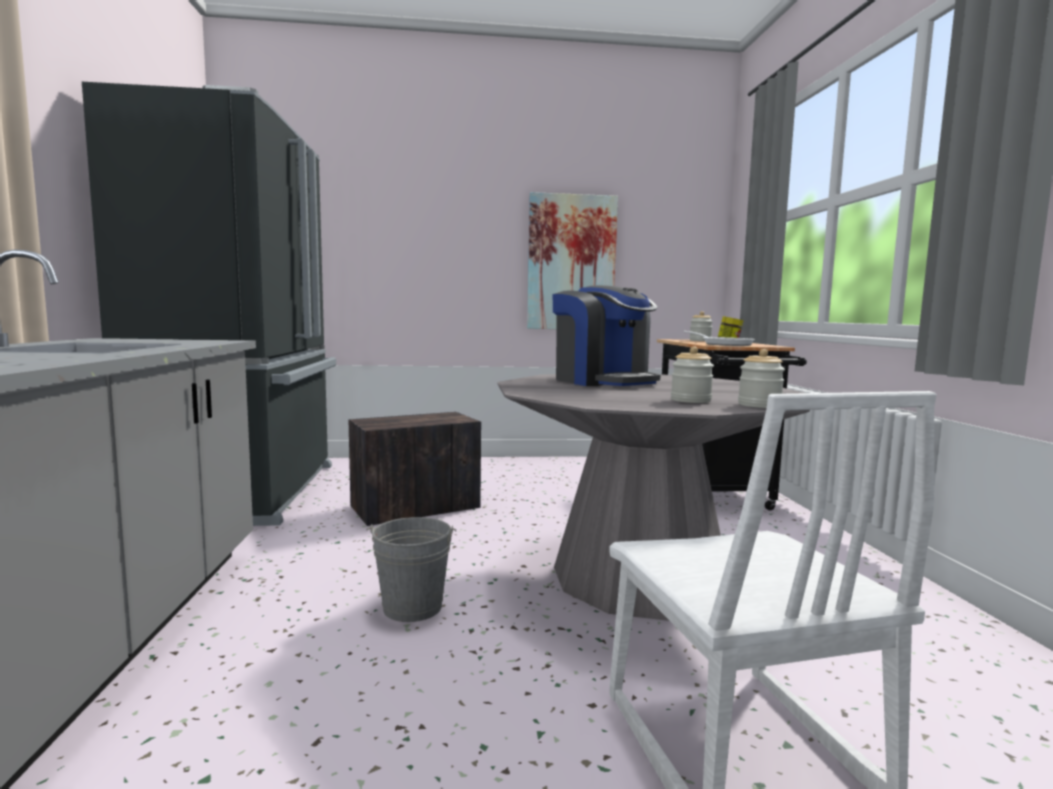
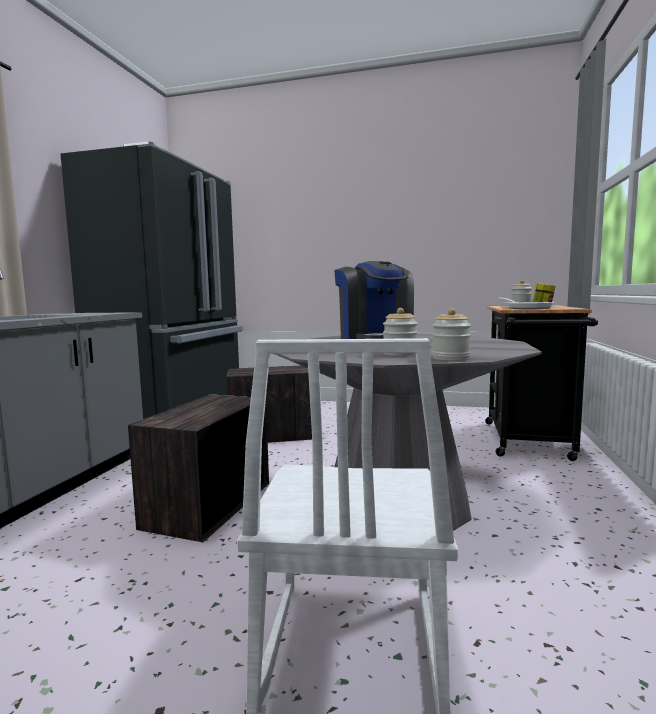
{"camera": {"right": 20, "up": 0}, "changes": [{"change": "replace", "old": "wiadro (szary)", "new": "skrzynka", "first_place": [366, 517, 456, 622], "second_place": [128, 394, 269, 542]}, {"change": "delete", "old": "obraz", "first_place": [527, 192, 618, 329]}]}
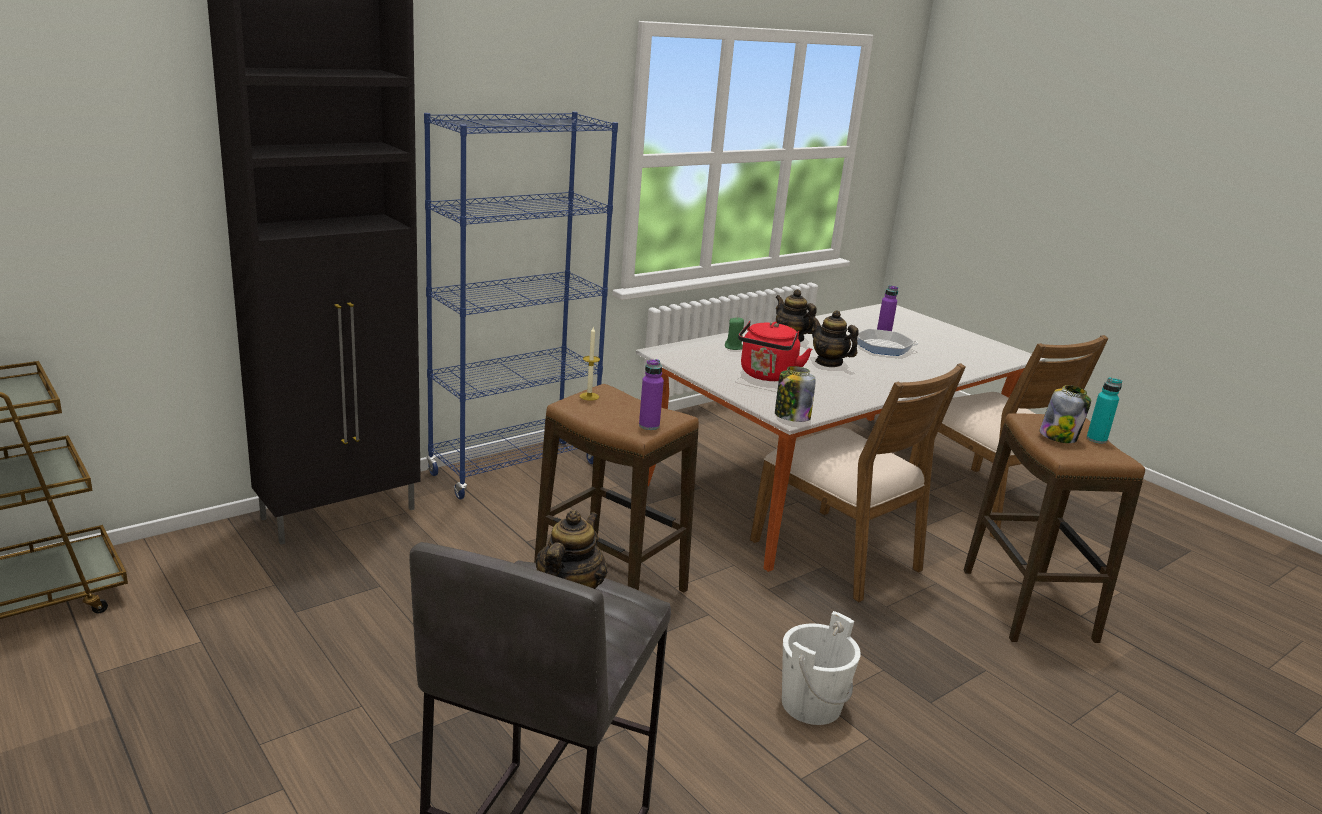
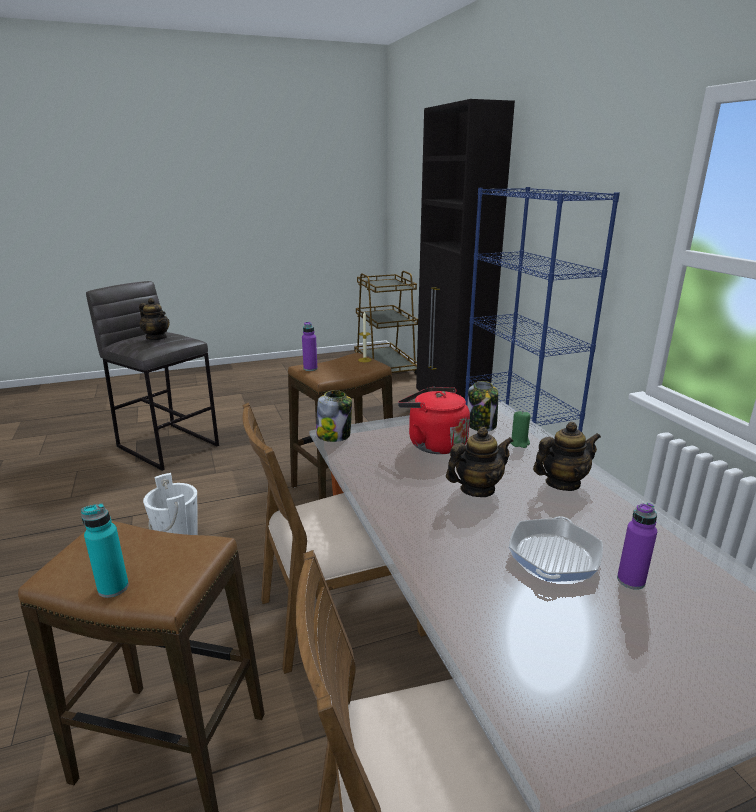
{"camera": {"right": 110, "up": 0}, "changes": [{"change": "move", "old": "słoik", "first_place": [1039, 385, 1091, 443], "second_place": [467, 381, 498, 431]}]}
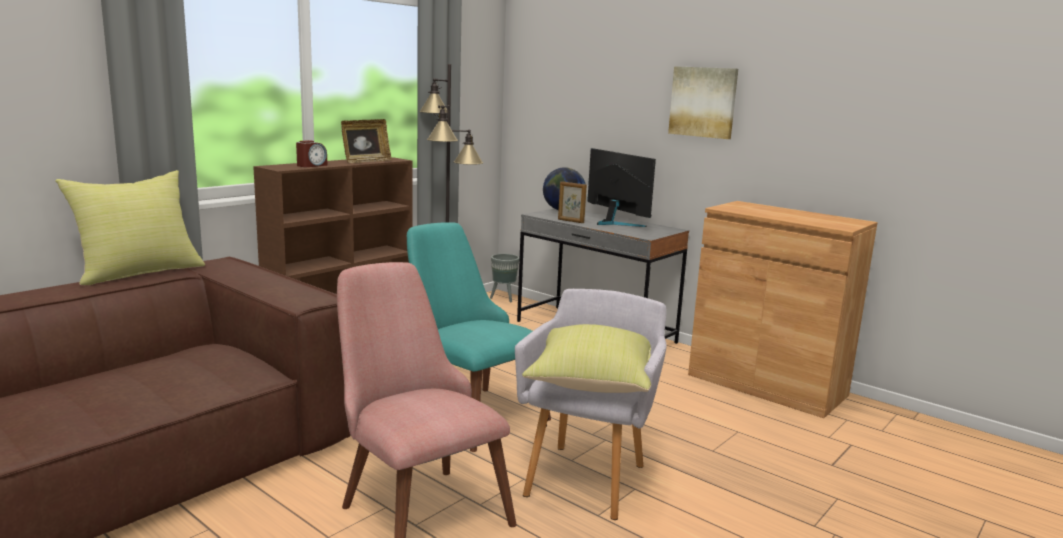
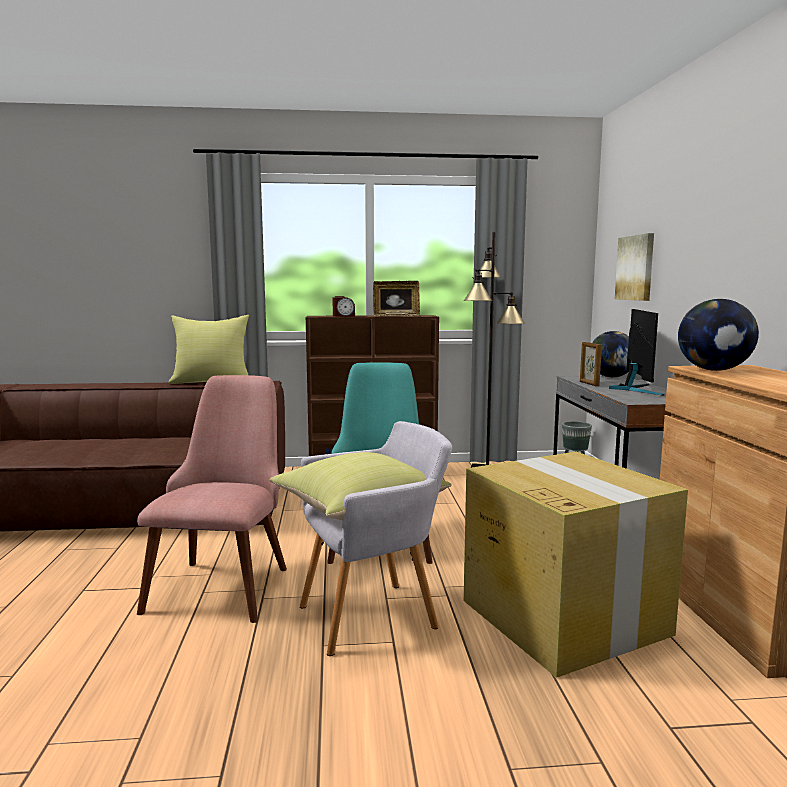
{"camera": {"right": 45, "up": -5}, "changes": [{"change": "insert", "new": "karton", "second_place": [464, 452, 688, 678]}, {"change": "move", "old": "obraz", "first_place": [668, 66, 738, 139], "second_place": [615, 233, 654, 301]}, {"change": "insert", "new": "globus", "second_place": [678, 299, 759, 371]}]}
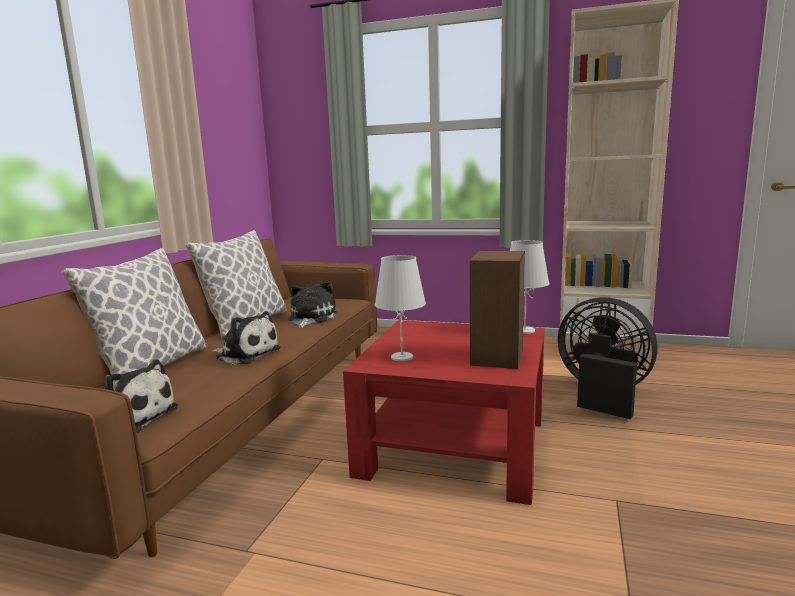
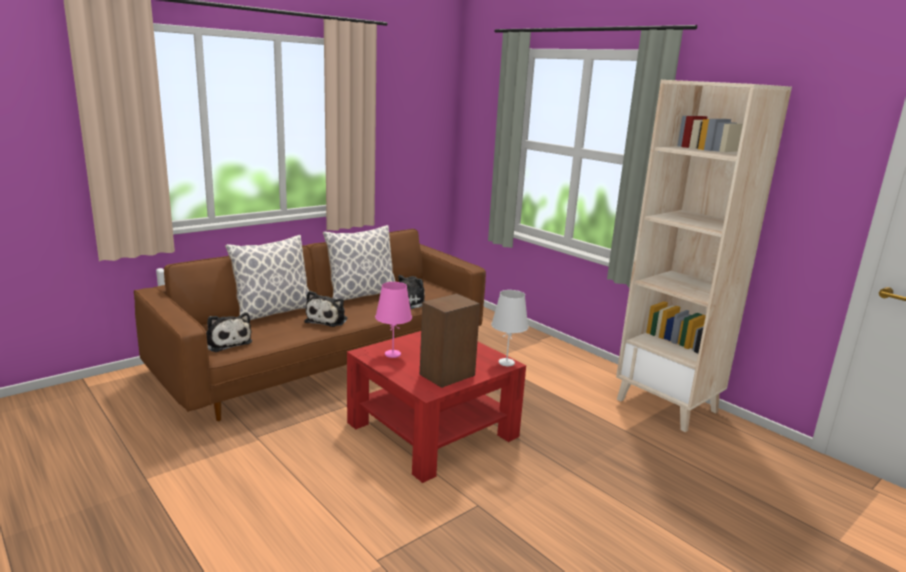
{"camera": {"right": 30, "up": 5}, "changes": [{"change": "rotate", "old": "pluszak", "first_place": [212, 311, 281, 364], "second_place": [305, 291, 347, 327], "degrees": 45}, {"change": "recolor", "old": "lampa stołowa (biały)", "new": "lampa stołowa (różowy)", "first_place": [375, 255, 426, 361], "second_place": [375, 282, 412, 358]}, {"change": "delete", "old": "wentylator (czarny)", "first_place": [558, 297, 658, 419]}]}
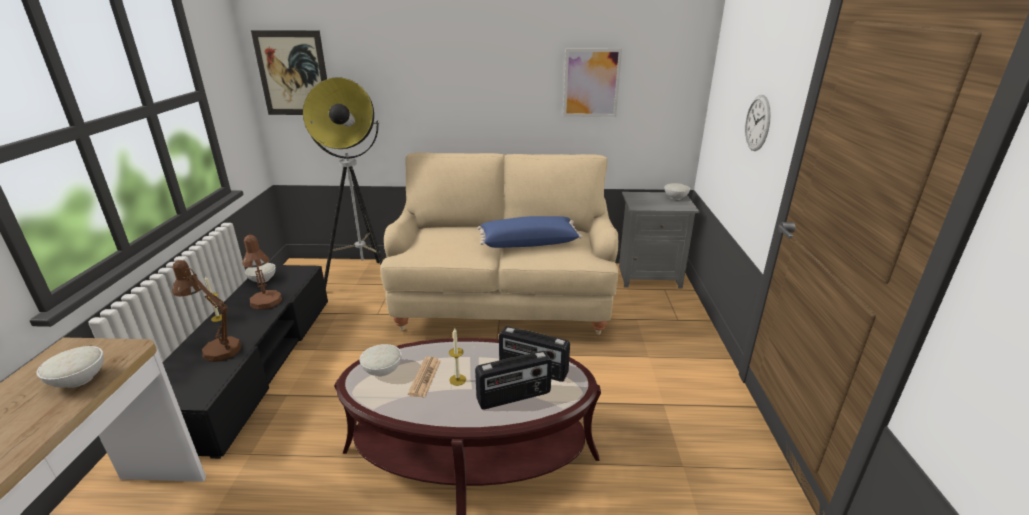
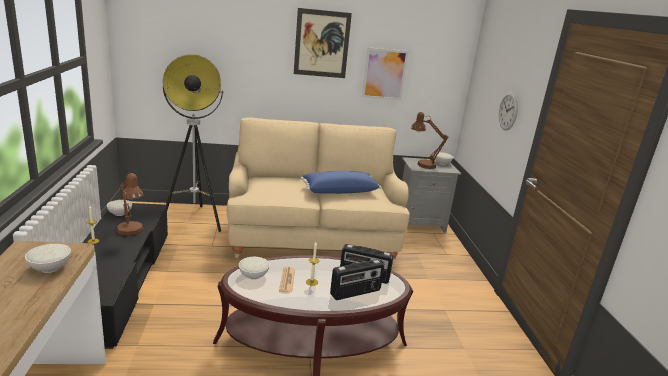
{"camera": {"right": -10, "up": -5}, "changes": [{"change": "move", "old": "obraz", "first_place": [251, 30, 327, 115], "second_place": [294, 8, 352, 78]}, {"change": "move", "old": "lampa stołowa (brązowy)", "first_place": [172, 260, 241, 362], "second_place": [411, 112, 448, 169]}]}
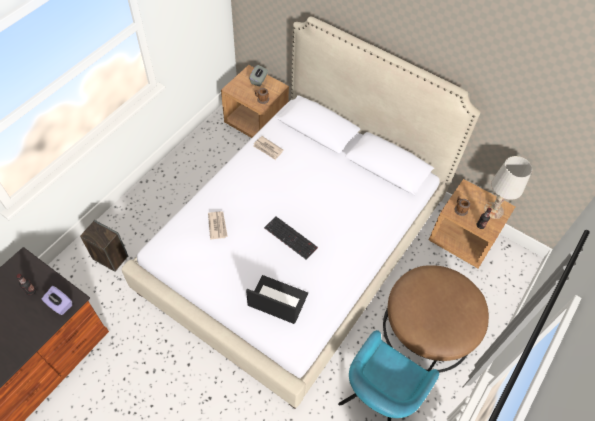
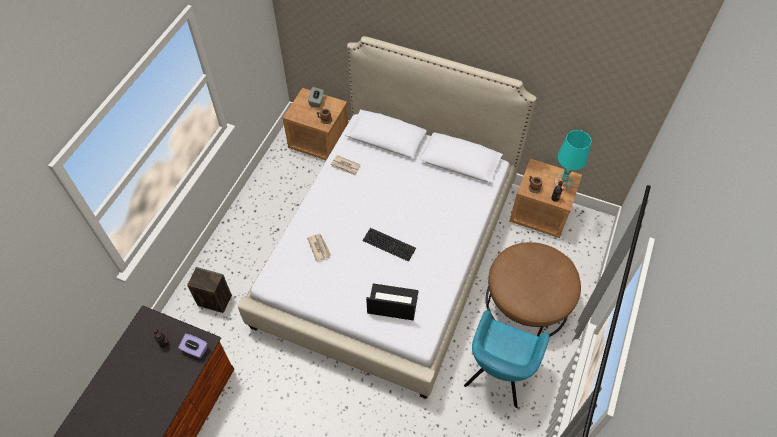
{"camera": {"right": -10, "up": 0}, "changes": [{"change": "recolor", "old": "lampa stołowa (biały)", "new": "lampa stołowa (turkusowy)", "first_place": [484, 156, 532, 219], "second_place": [555, 130, 591, 190]}]}
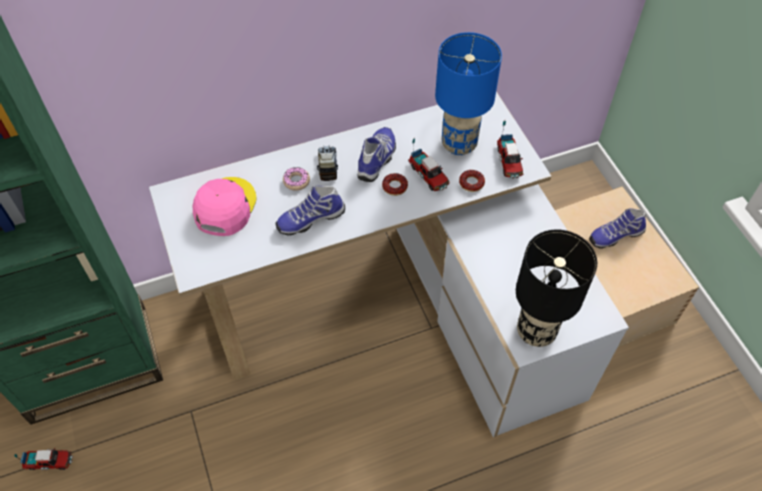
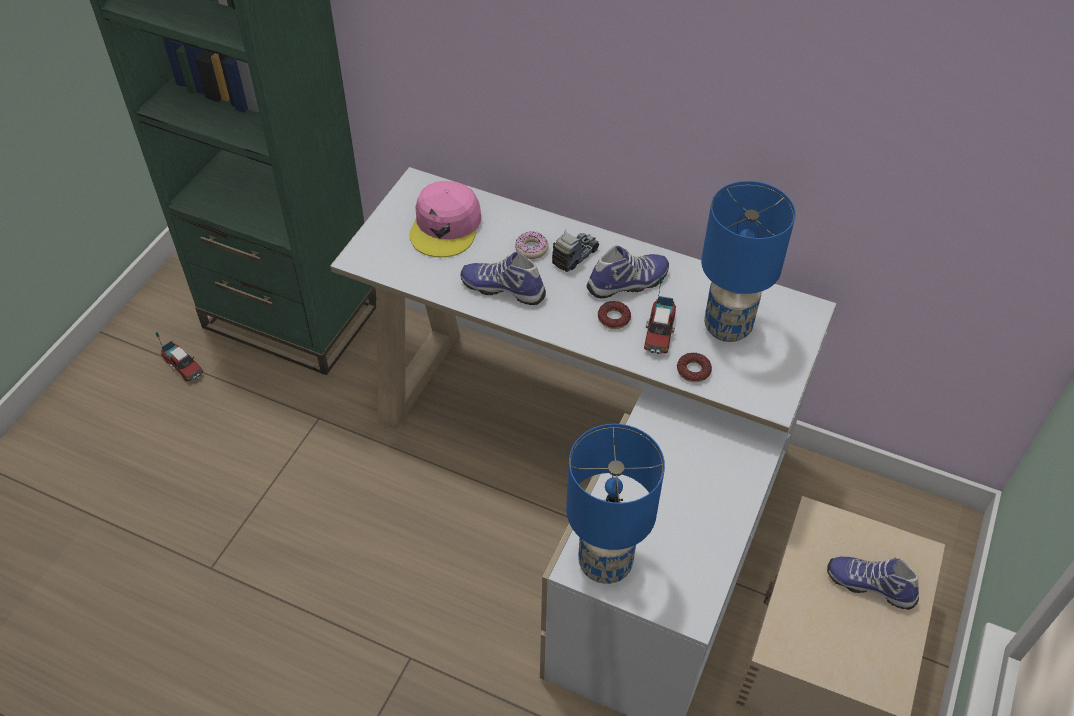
{"camera": {"right": 45, "up": -5}, "changes": [{"change": "rotate", "old": "czapka z daszkiem (różowy)", "first_place": [193, 177, 256, 236], "second_place": [410, 181, 481, 257], "degrees": 135}, {"change": "recolor", "old": "lampa stołowa (czarny)", "new": "lampa stołowa (niebieski)", "first_place": [516, 229, 597, 347], "second_place": [566, 424, 665, 584]}, {"change": "delete", "old": "ciężarówka zabawkowa", "first_place": [497, 121, 523, 178]}]}
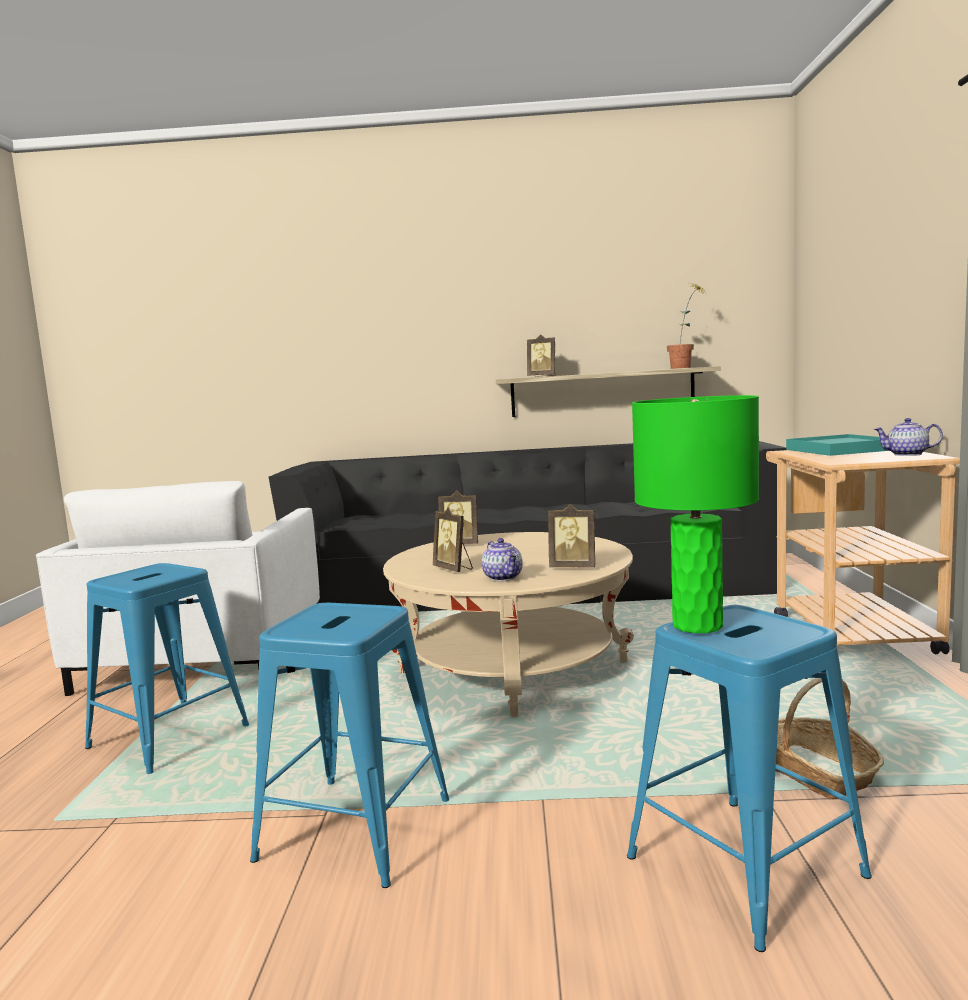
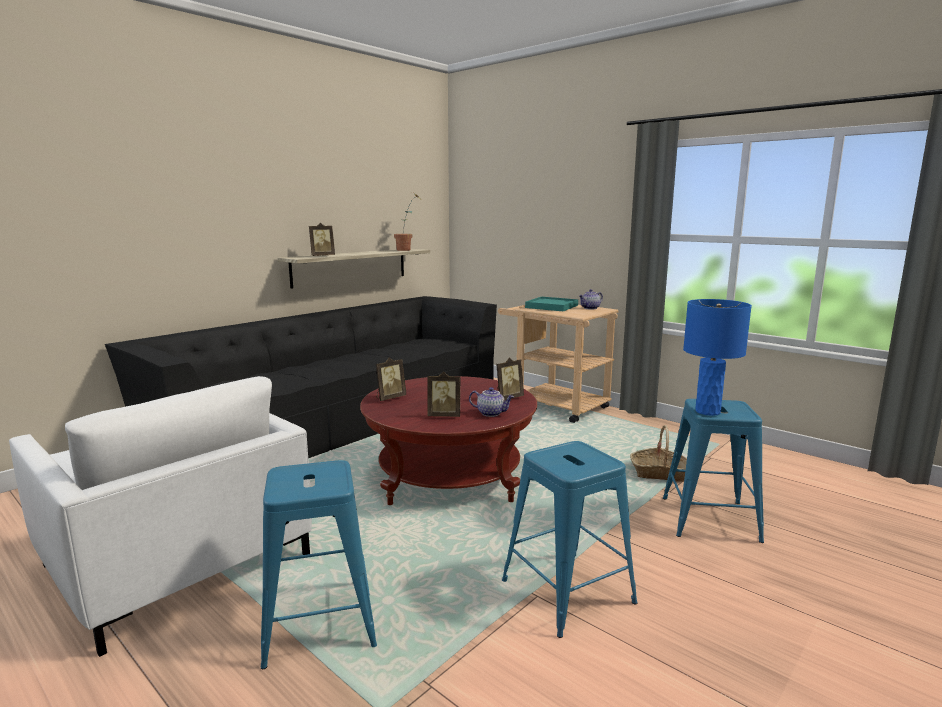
{"camera": {"right": -50, "up": 5}, "changes": [{"change": "recolor", "old": "ława (beżowy)", "new": "ława (czerwony)", "first_place": [383, 532, 634, 717], "second_place": [360, 376, 537, 505]}, {"change": "recolor", "old": "lampa stołowa (zielony)", "new": "lampa stołowa (niebieski)", "first_place": [632, 395, 759, 633], "second_place": [683, 299, 752, 416]}]}
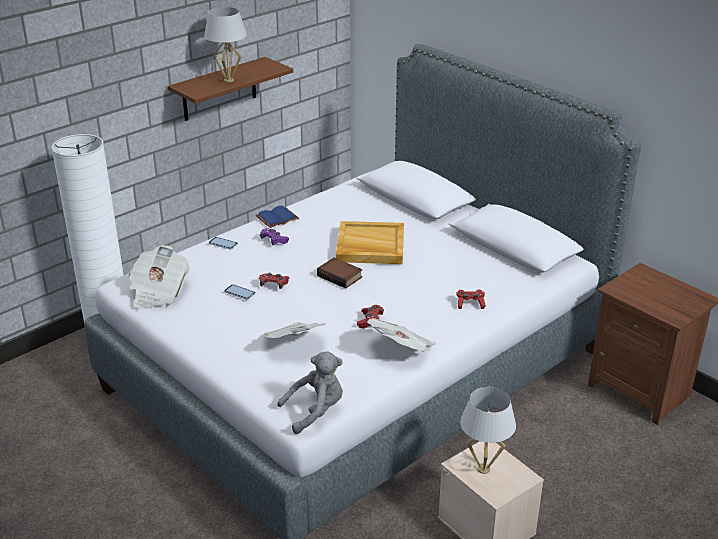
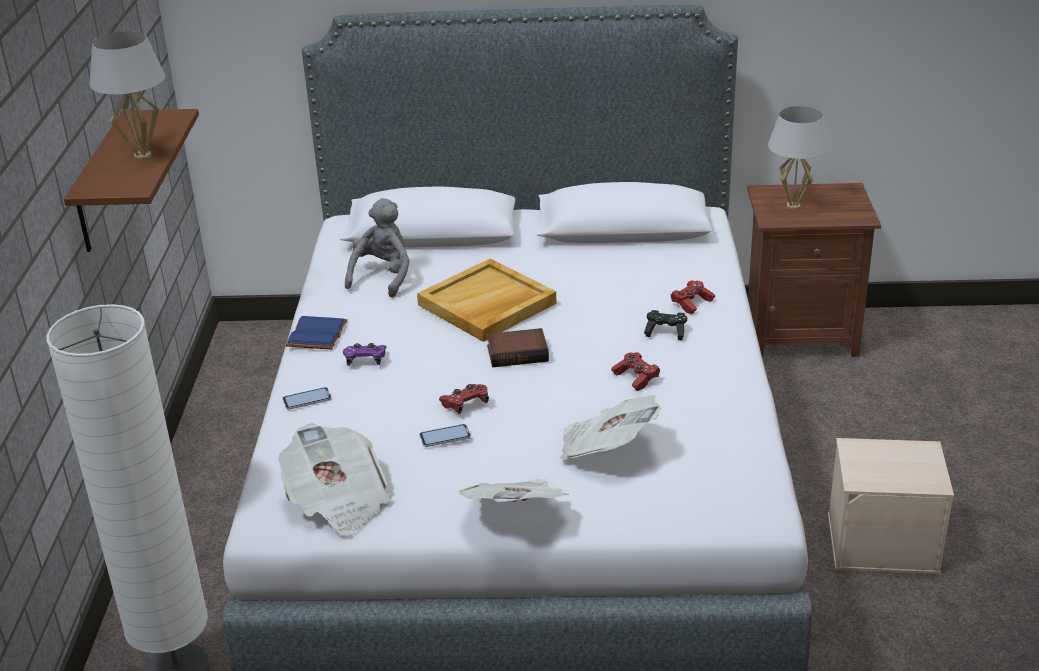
{"camera": {"right": -45, "up": 0}, "changes": [{"change": "move", "old": "pluszak (szary)", "first_place": [277, 351, 343, 434], "second_place": [345, 198, 410, 298]}, {"change": "move", "old": "gazeta", "first_place": [367, 318, 436, 352], "second_place": [459, 479, 569, 502]}, {"change": "insert", "new": "pad do gier (czarny)", "second_place": [644, 310, 687, 340]}, {"change": "move", "old": "lampa stołowa (biały)", "first_place": [460, 387, 516, 474], "second_place": [768, 106, 829, 209]}]}
